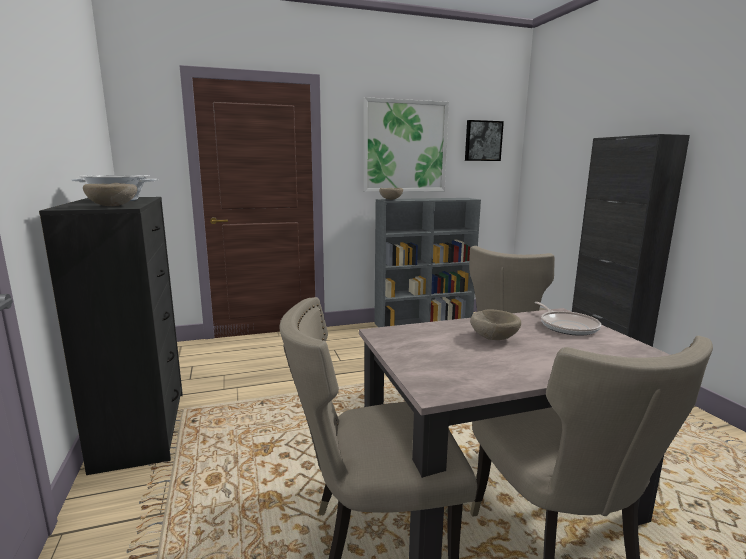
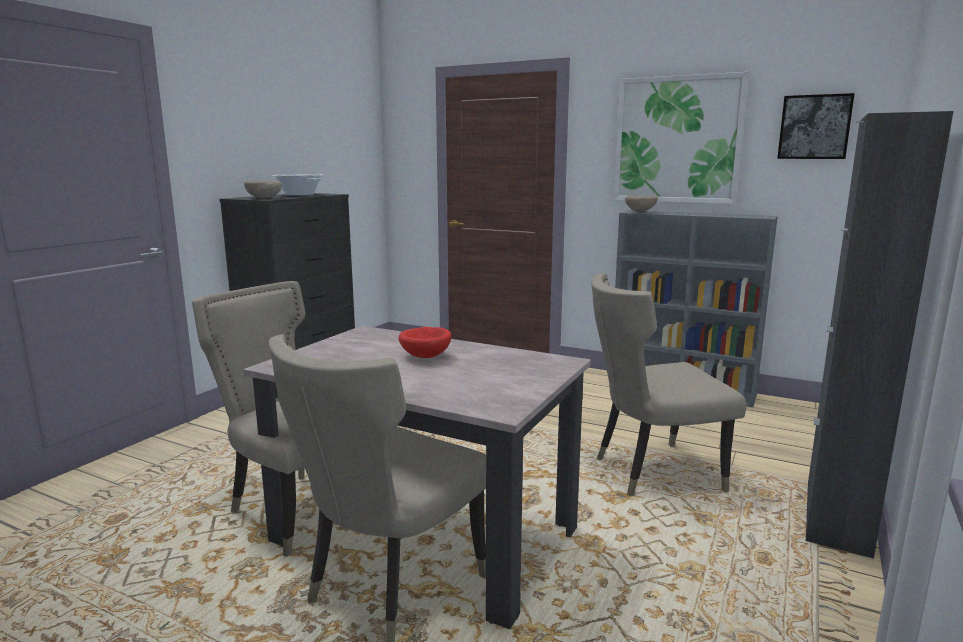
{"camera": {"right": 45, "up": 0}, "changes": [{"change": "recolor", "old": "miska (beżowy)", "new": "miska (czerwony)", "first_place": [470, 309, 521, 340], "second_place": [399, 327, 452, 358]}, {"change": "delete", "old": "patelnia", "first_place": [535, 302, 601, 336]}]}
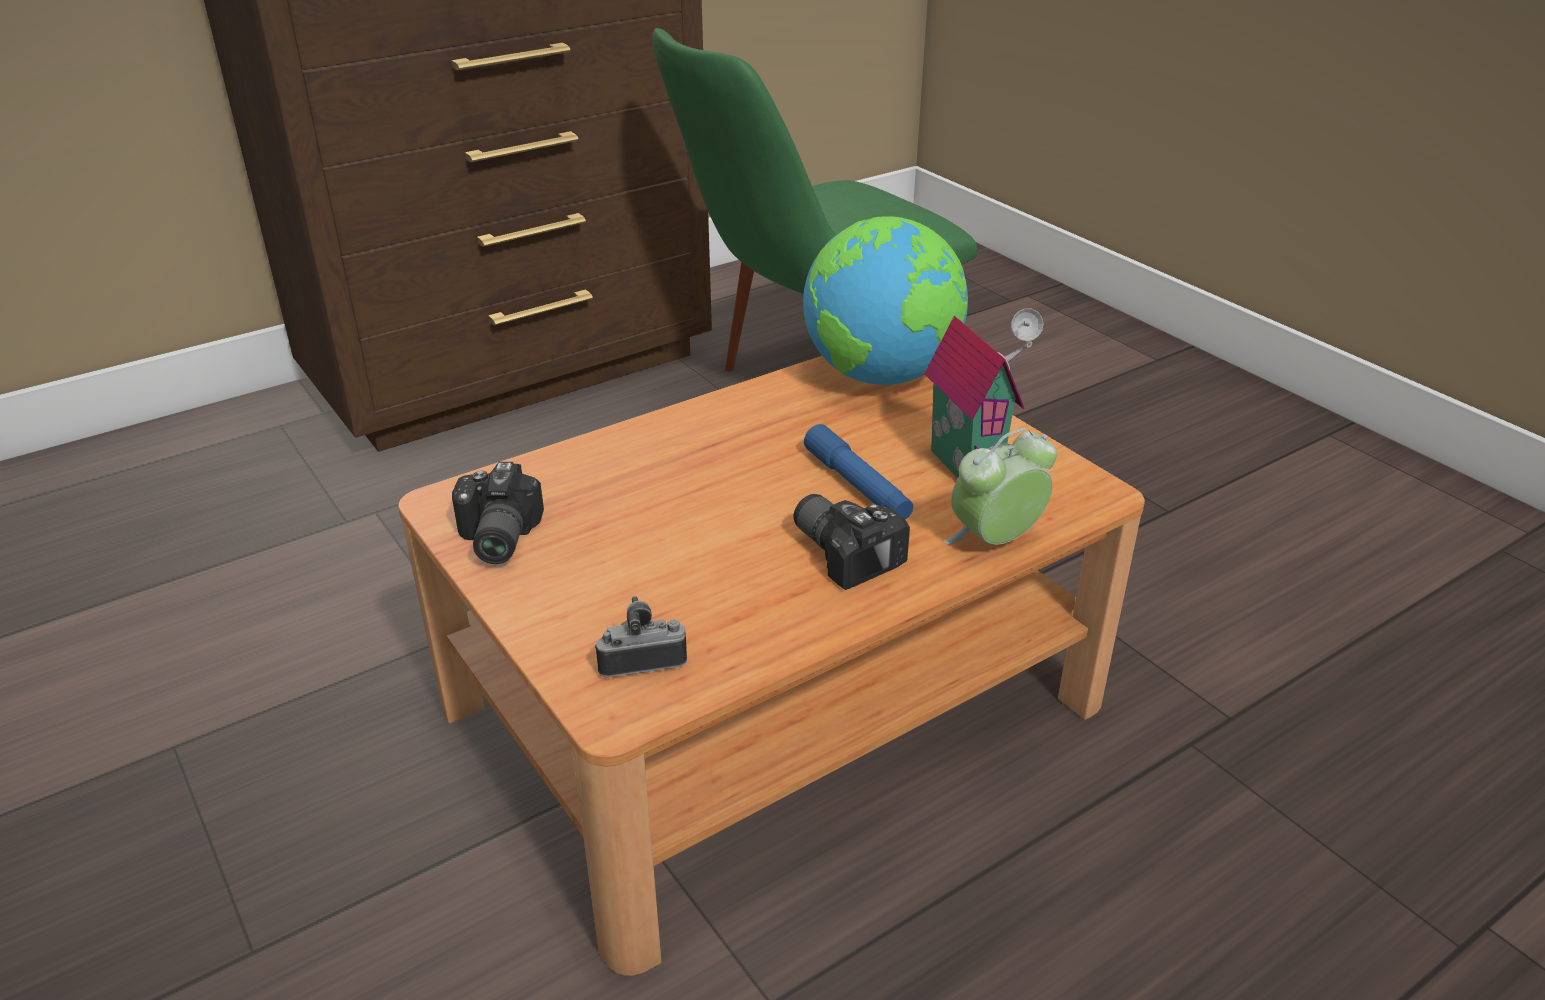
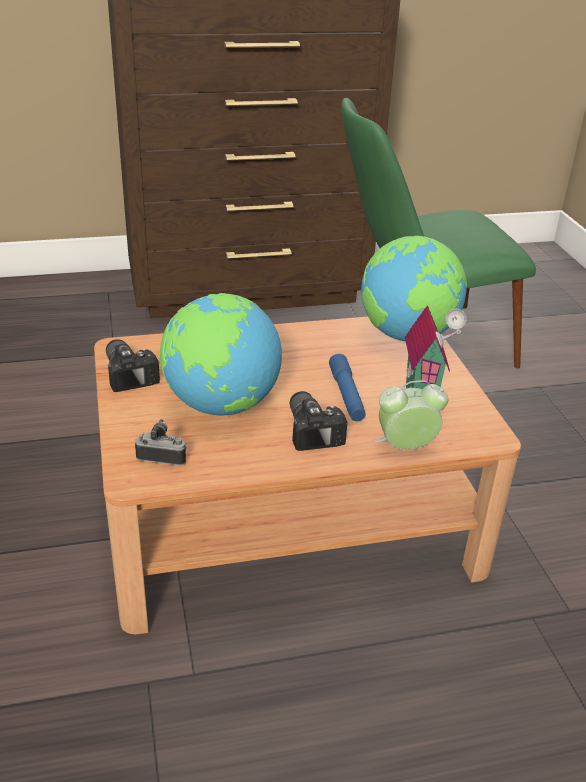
{"camera": {"right": 20, "up": 0}, "changes": [{"change": "rotate", "old": "aparat fotograficzny", "first_place": [452, 462, 544, 564], "second_place": [106, 339, 160, 392], "degrees": 135}, {"change": "insert", "new": "globus", "second_place": [160, 293, 282, 416]}]}
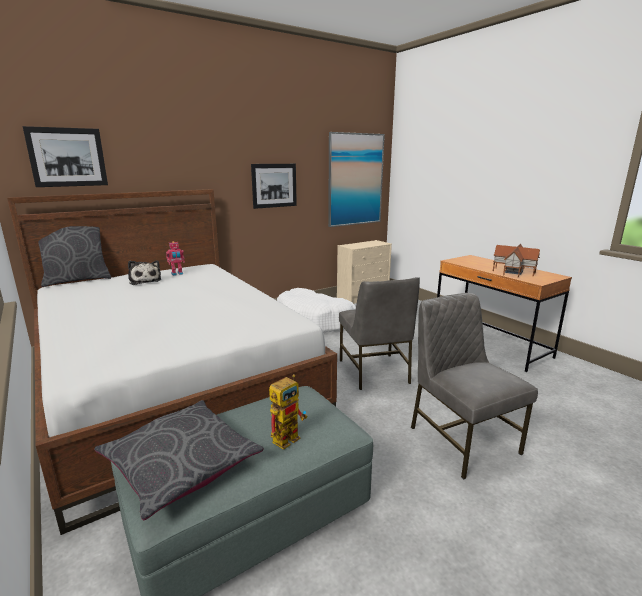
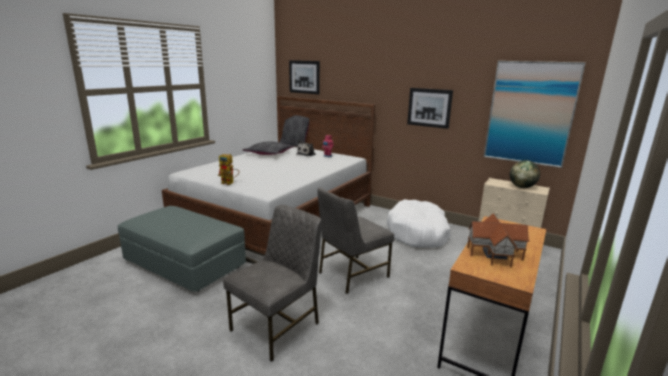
{"camera": {"right": 65, "up": 0}, "changes": [{"change": "move", "old": "robot zabawkowy", "first_place": [269, 374, 307, 450], "second_place": [218, 154, 240, 185]}, {"change": "move", "old": "poduszka (szary)", "first_place": [94, 400, 264, 521], "second_place": [243, 141, 294, 155]}, {"change": "insert", "new": "globus", "second_place": [510, 160, 540, 188]}]}
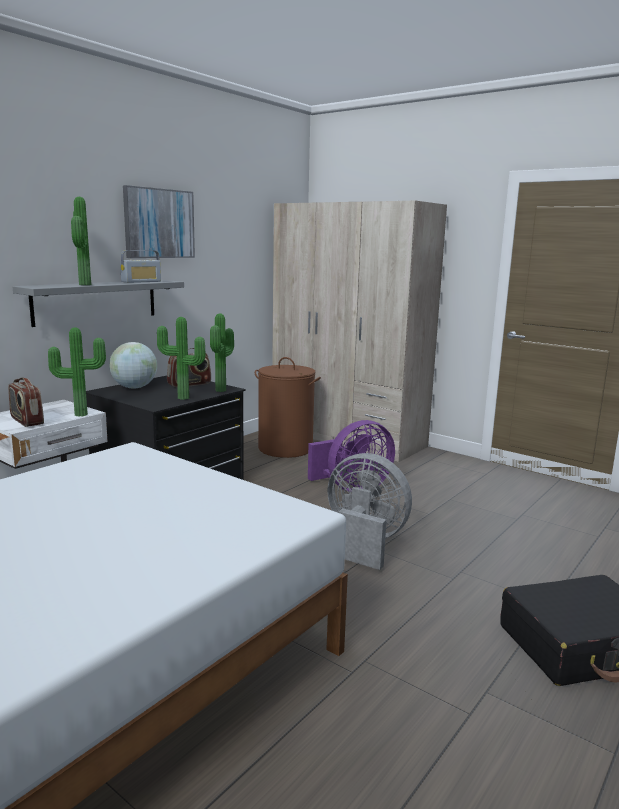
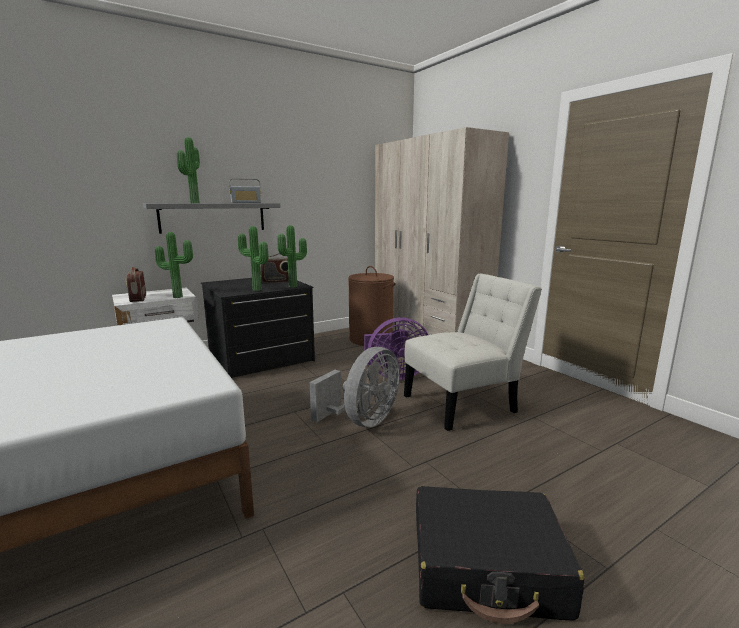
{"camera": {"right": 20, "up": 0}, "changes": [{"change": "rotate", "old": "wentylator (szary)", "first_place": [327, 453, 412, 570], "second_place": [310, 347, 400, 427], "degrees": 75}, {"change": "insert", "new": "krzesło (biały)", "second_place": [404, 274, 542, 431]}, {"change": "delete", "old": "globus", "first_place": [109, 342, 157, 388]}, {"change": "delete", "old": "obraz", "first_place": [123, 185, 195, 258]}]}
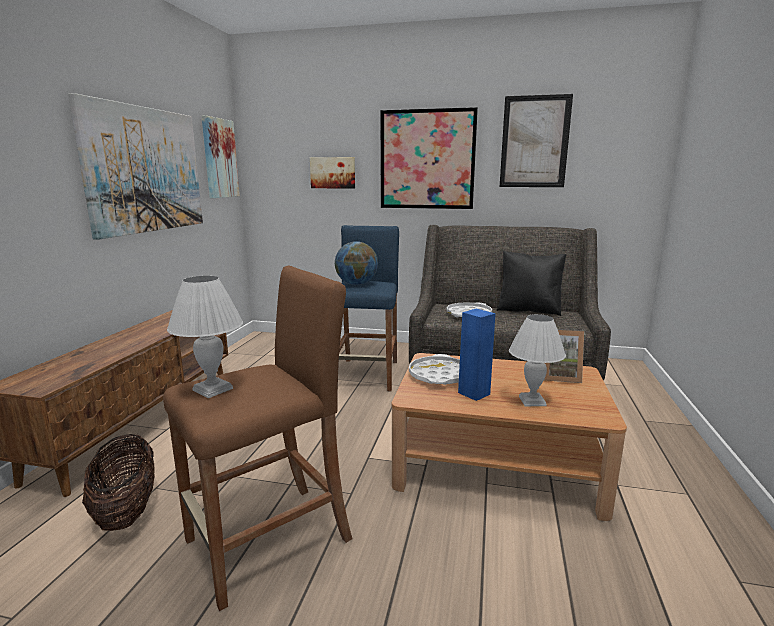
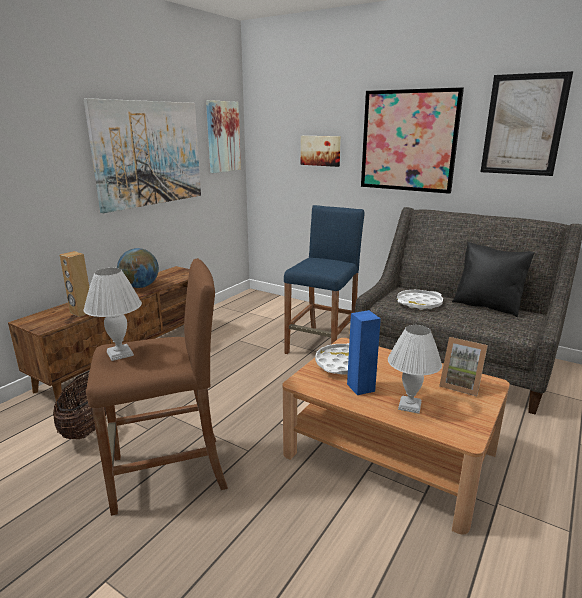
{"camera": {"right": 20, "up": 5}, "changes": [{"change": "insert", "new": "głośnik (brązowy)", "second_place": [60, 251, 89, 317]}, {"change": "move", "old": "globus", "first_place": [335, 241, 378, 285], "second_place": [117, 248, 159, 288]}]}
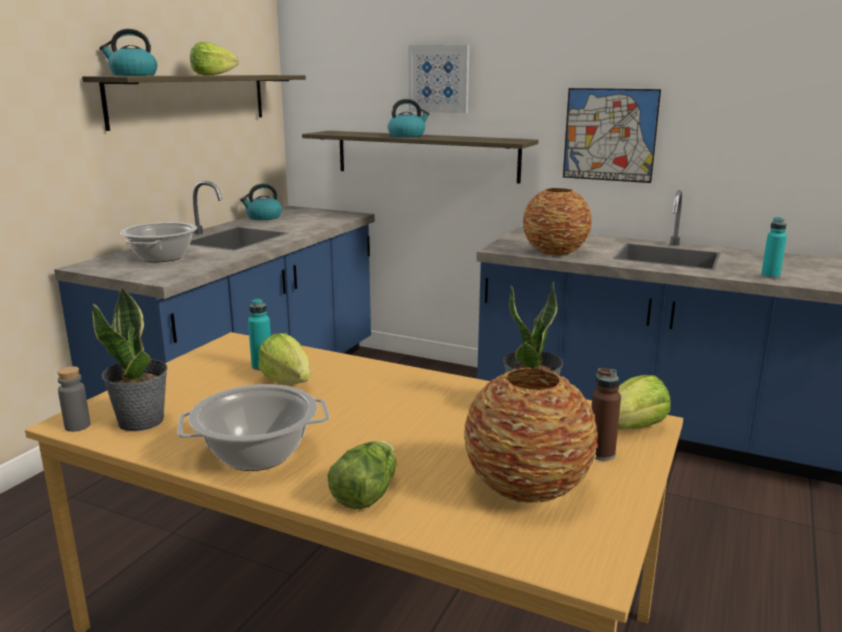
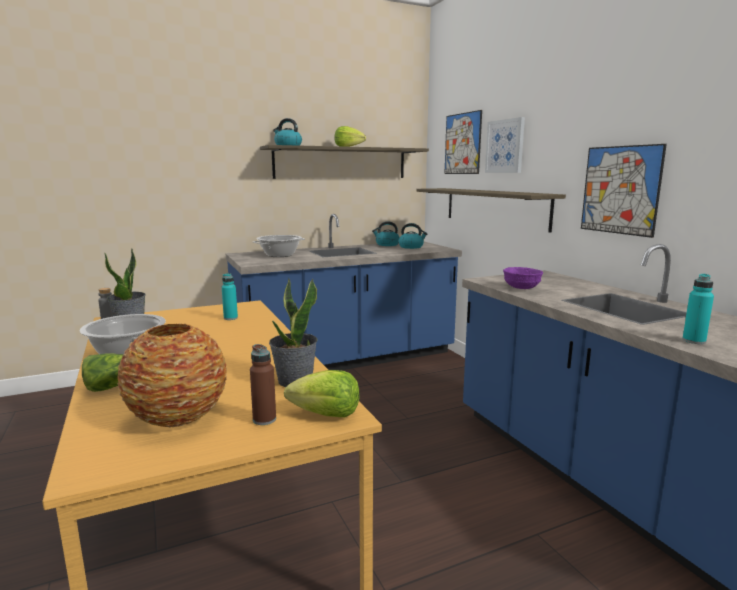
{"camera": {"right": 40, "up": -5}, "changes": [{"change": "move", "old": "czajnik", "first_place": [388, 99, 430, 137], "second_place": [399, 223, 427, 249]}, {"change": "insert", "new": "obraz", "second_place": [444, 110, 482, 174]}, {"change": "replace", "old": "wazon", "new": "miska (fioletowy)", "first_place": [523, 188, 592, 256], "second_place": [503, 267, 543, 289]}, {"change": "delete", "old": "sałata", "first_place": [258, 333, 311, 385]}]}
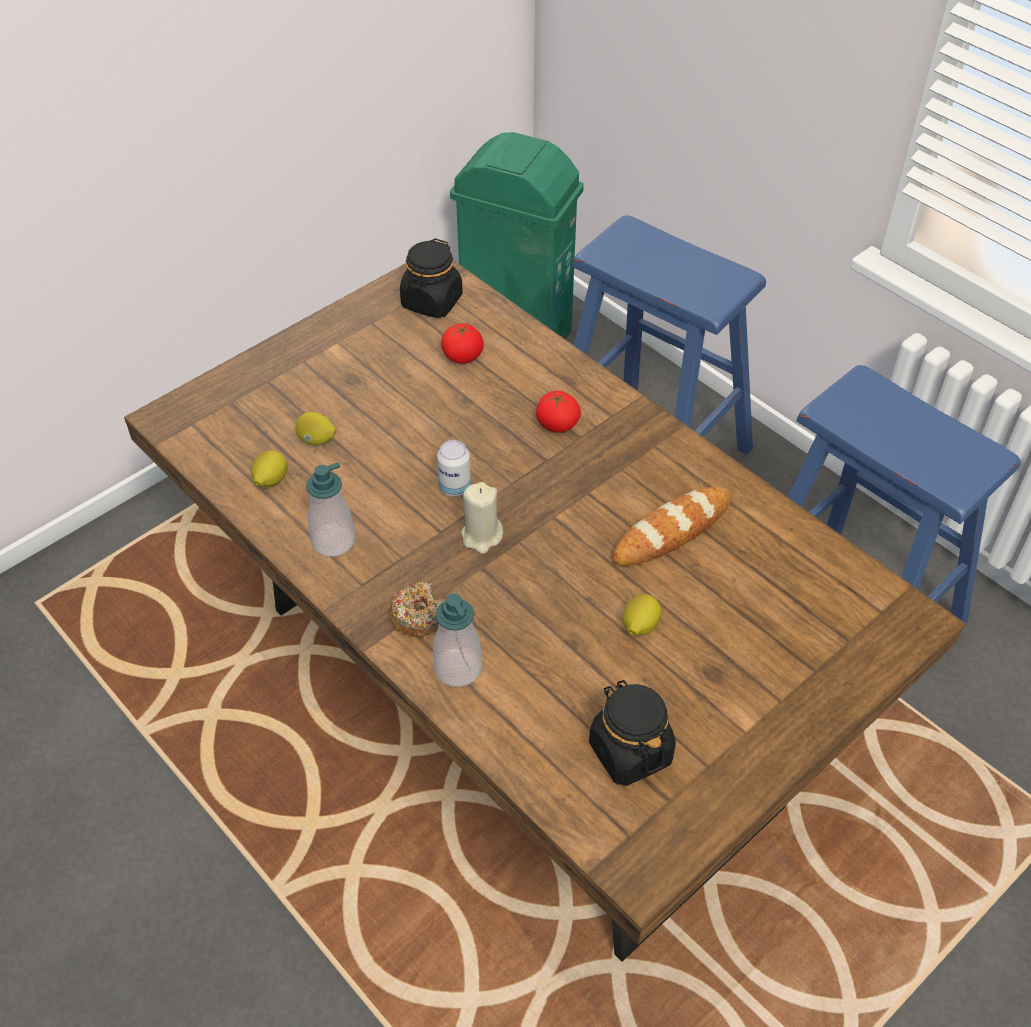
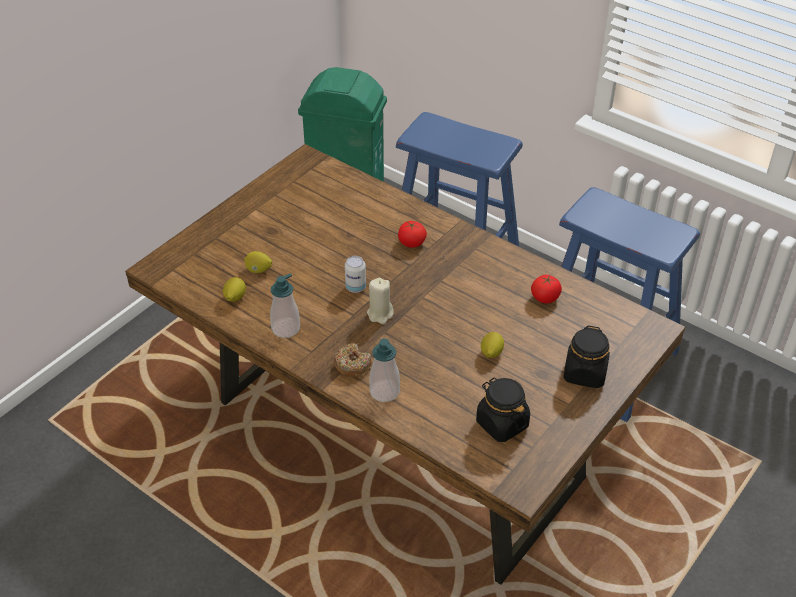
{"camera": {"right": -10, "up": -5}, "changes": [{"change": "move", "old": "pomidor", "first_place": [441, 323, 484, 364], "second_place": [531, 275, 562, 304]}, {"change": "move", "old": "słoik (czarny)", "first_place": [400, 238, 463, 318], "second_place": [563, 325, 610, 388]}, {"change": "delete", "old": "chleb", "first_place": [613, 487, 732, 566]}]}
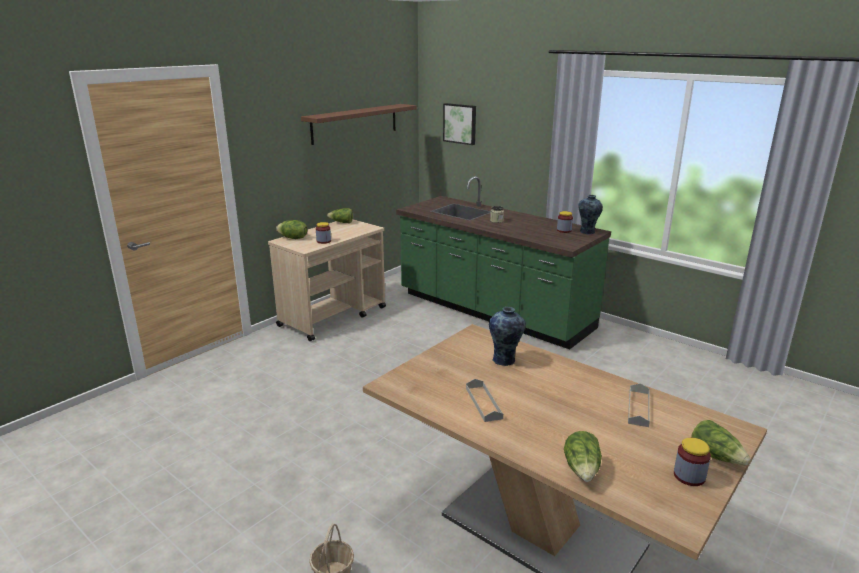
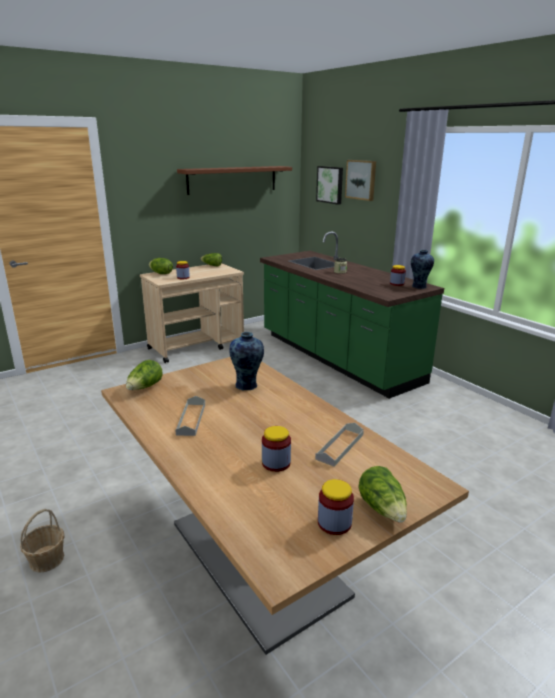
{"camera": {"right": 15, "up": 0}, "changes": [{"change": "move", "old": "sałata", "first_place": [564, 431, 602, 482], "second_place": [126, 360, 162, 390]}, {"change": "insert", "new": "słoik", "second_place": [262, 426, 291, 472]}, {"change": "insert", "new": "obraz", "second_place": [345, 160, 376, 201]}]}
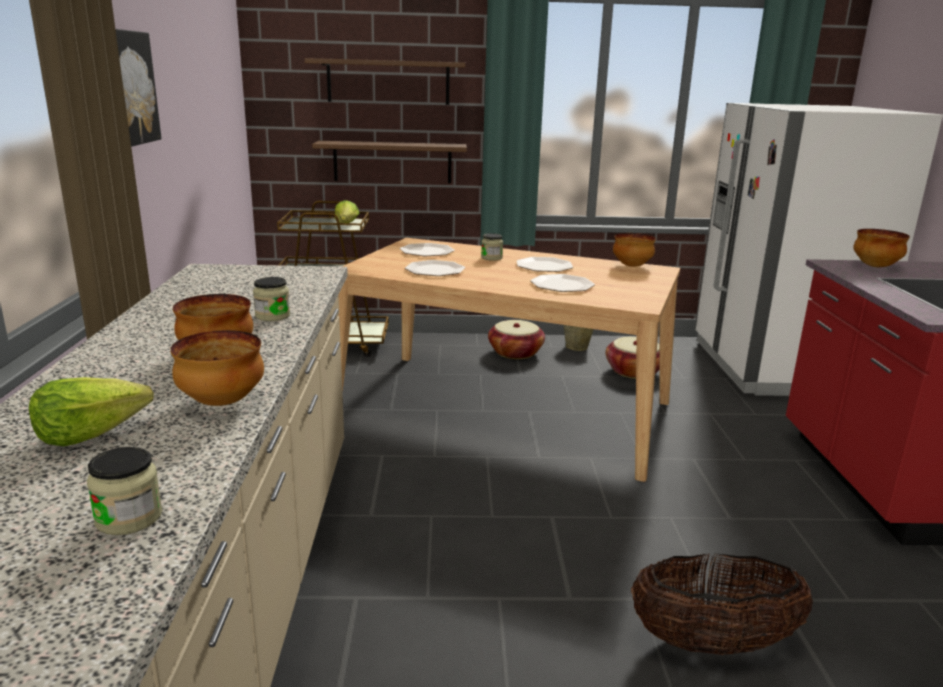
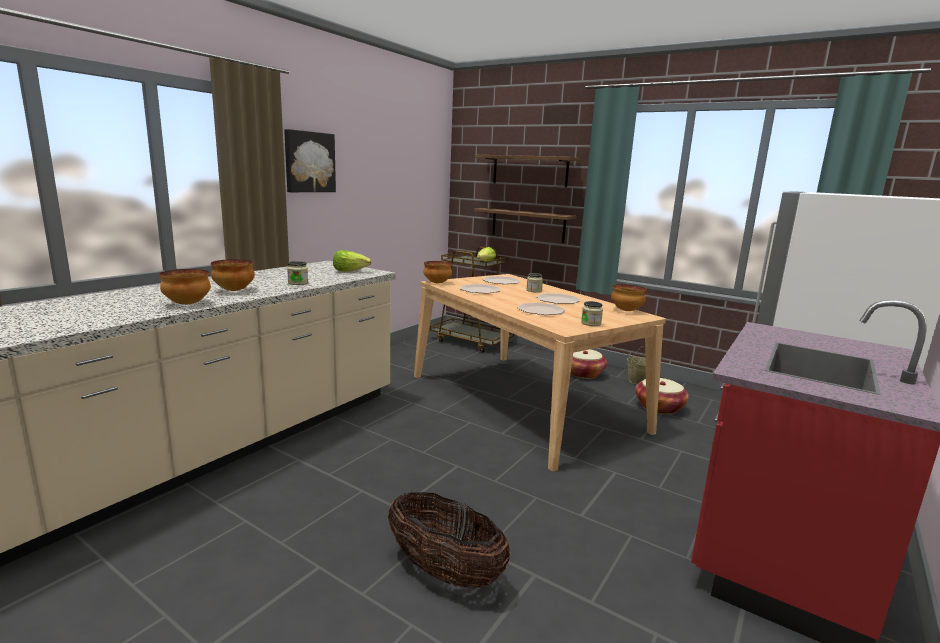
{"camera": {"right": 35, "up": -5}, "changes": [{"change": "move", "old": "sałata", "first_place": [29, 377, 154, 446], "second_place": [333, 250, 372, 272]}, {"change": "move", "old": "miska", "first_place": [853, 229, 910, 267], "second_place": [424, 261, 452, 284]}, {"change": "move", "old": "słoik", "first_place": [87, 447, 162, 535], "second_place": [581, 301, 603, 326]}]}
